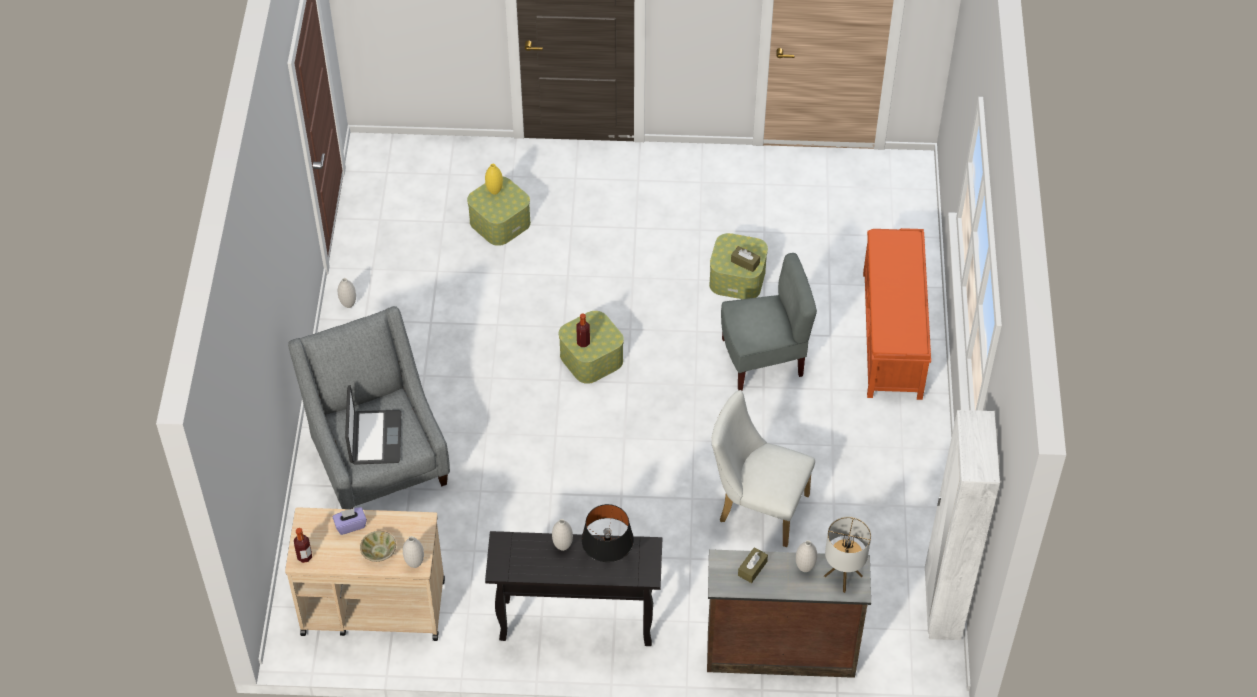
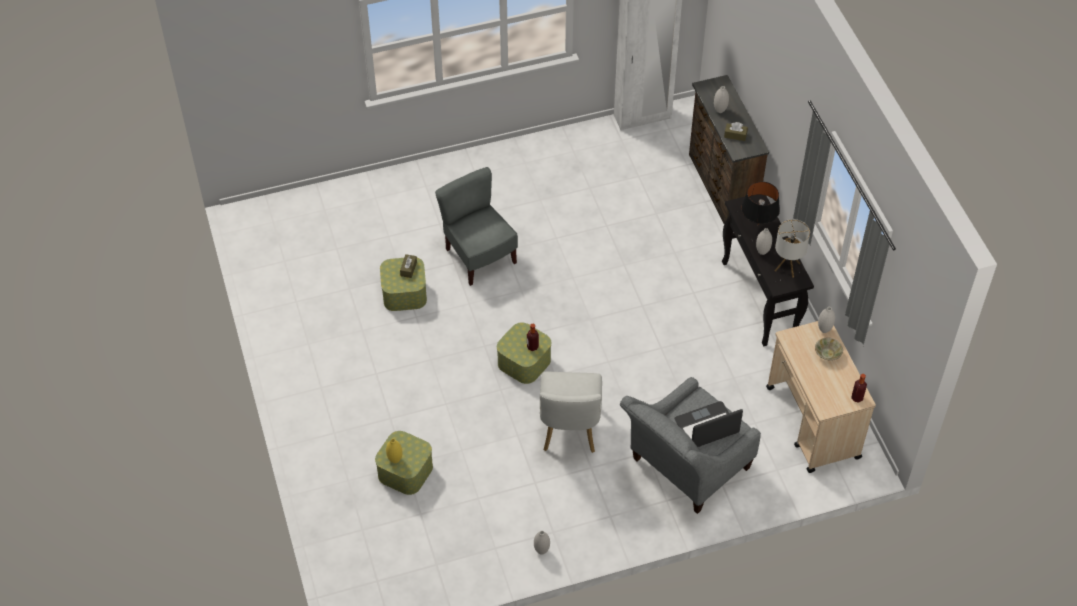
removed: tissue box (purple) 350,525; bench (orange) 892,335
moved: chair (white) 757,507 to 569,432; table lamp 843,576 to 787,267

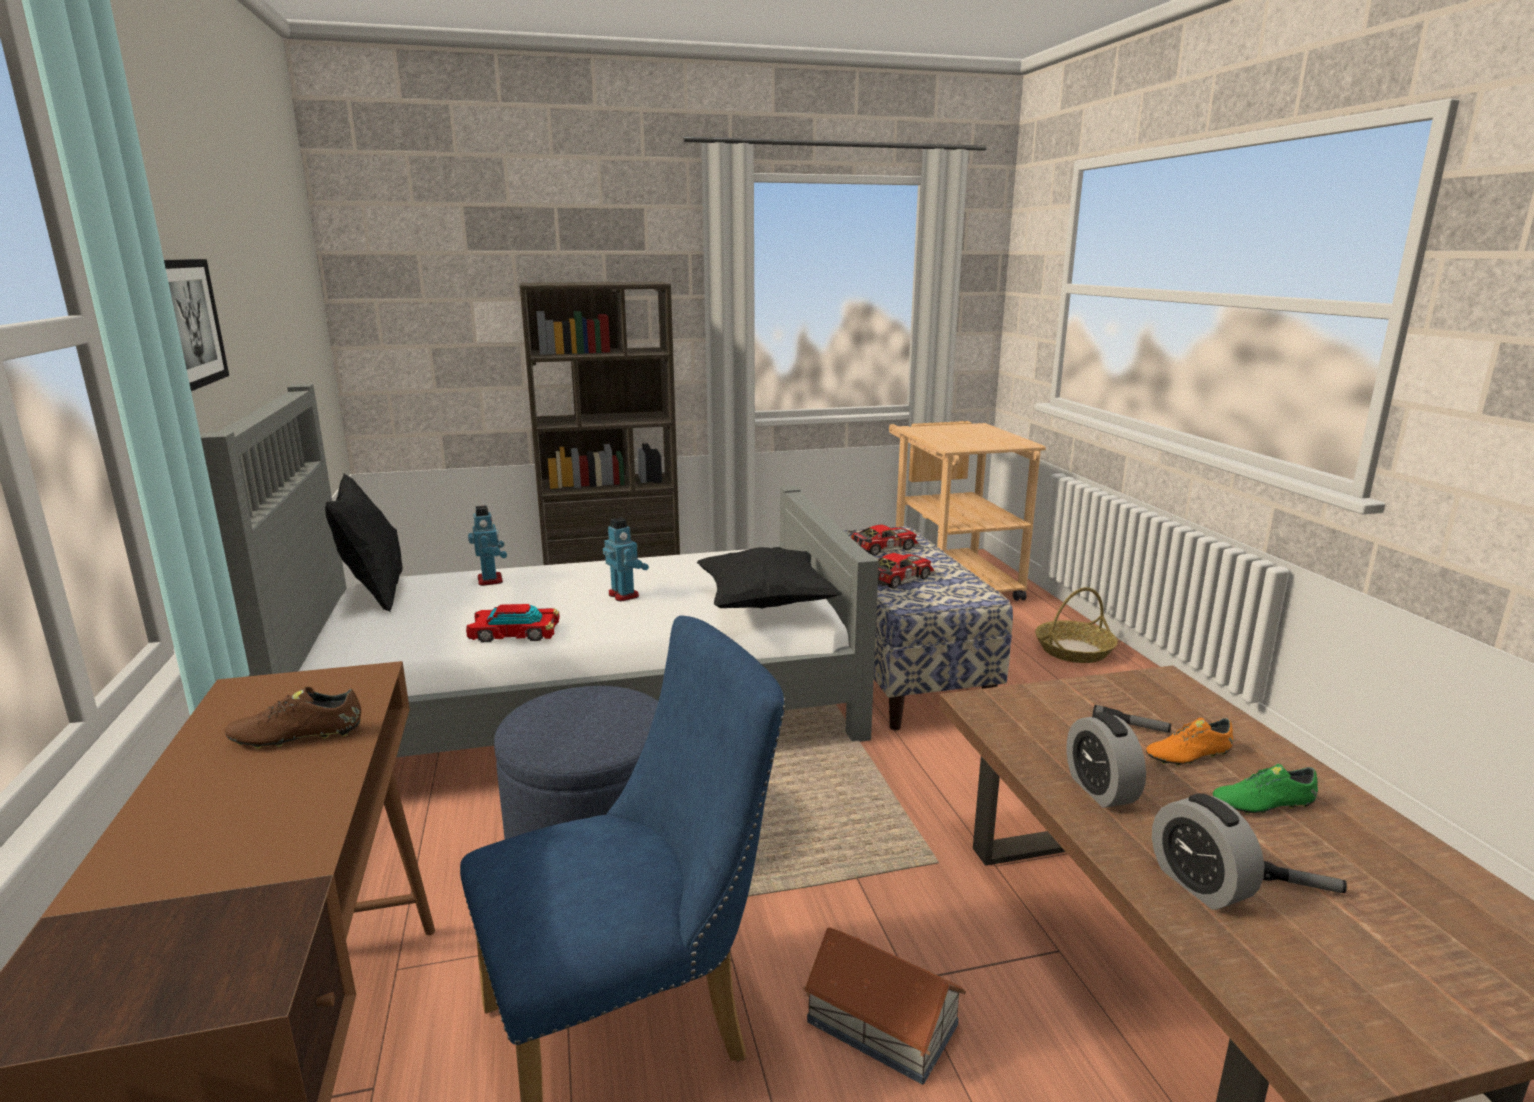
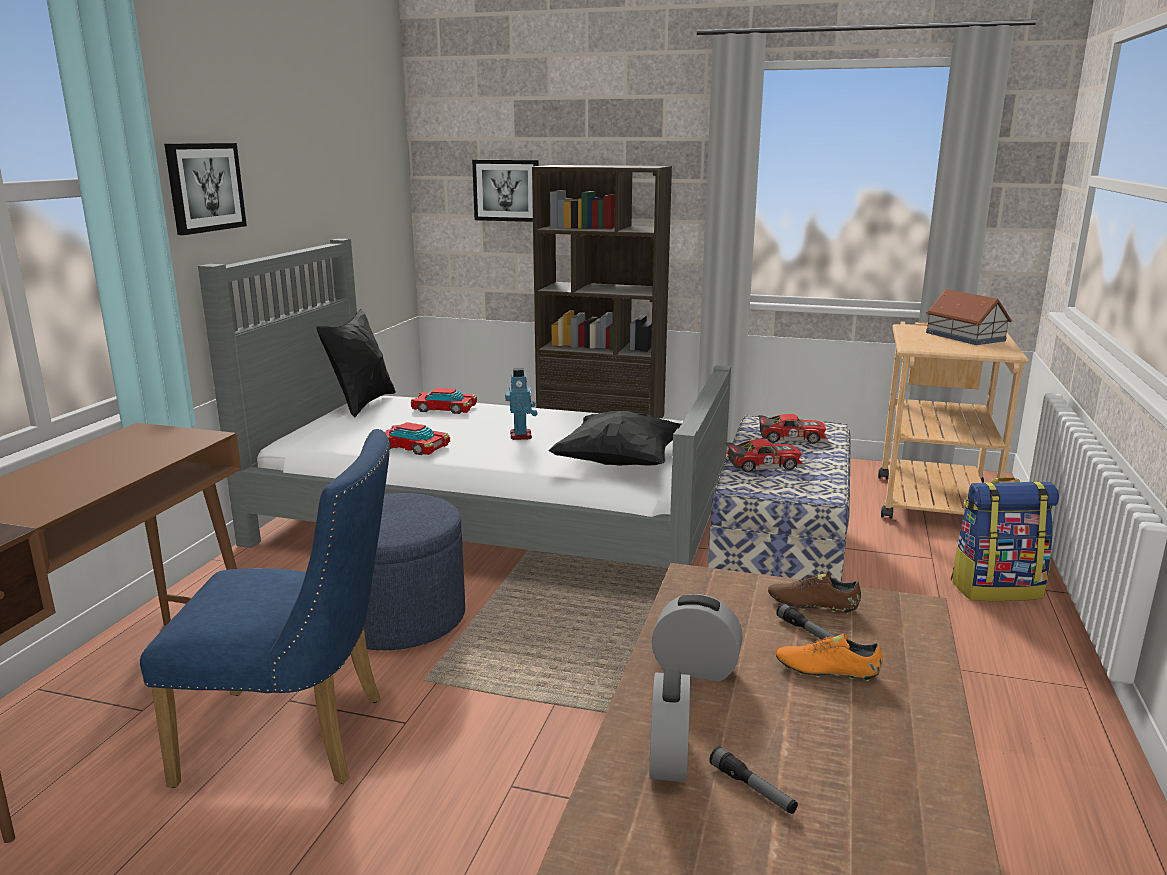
removed: shoe (green) 1262,804
added: picture 506,190
moved: shoe (brown) 297,736 to 812,605; toy house 881,1021 to 964,336
replaced: toy robot 491,580 to toy car 444,408; basket 1074,650 to backpack 996,588
turned: alarm clock 1100,790 = 695,668 90 degrees clockwise

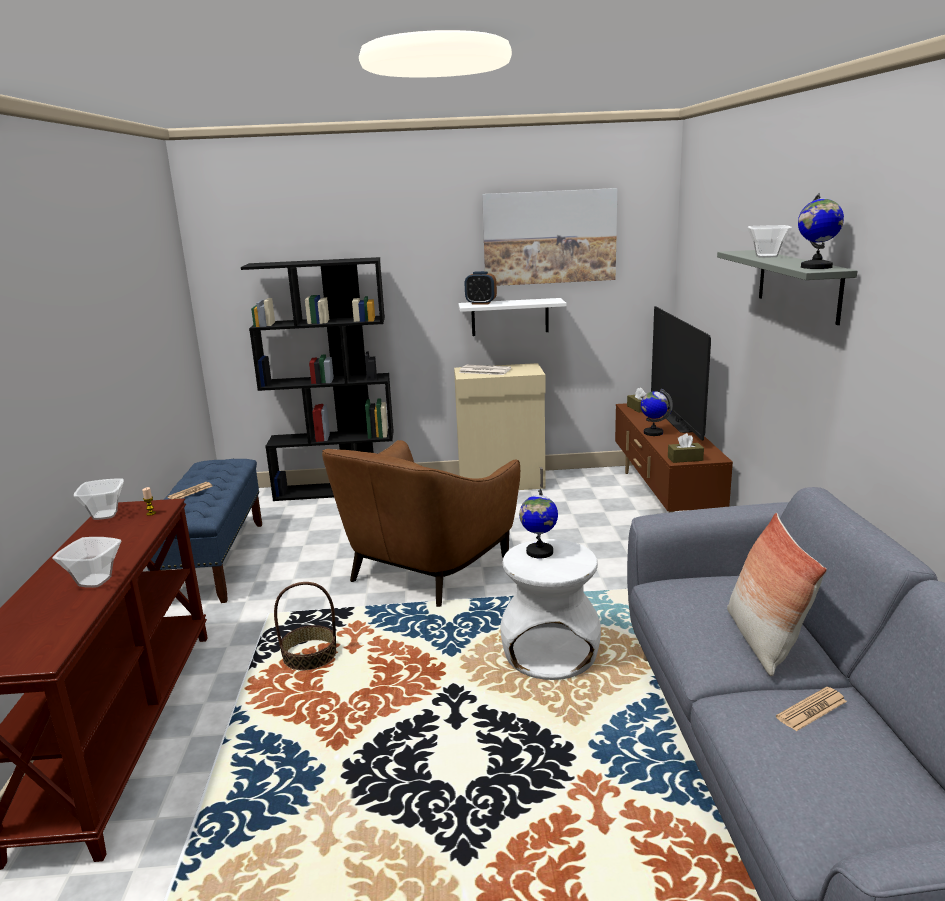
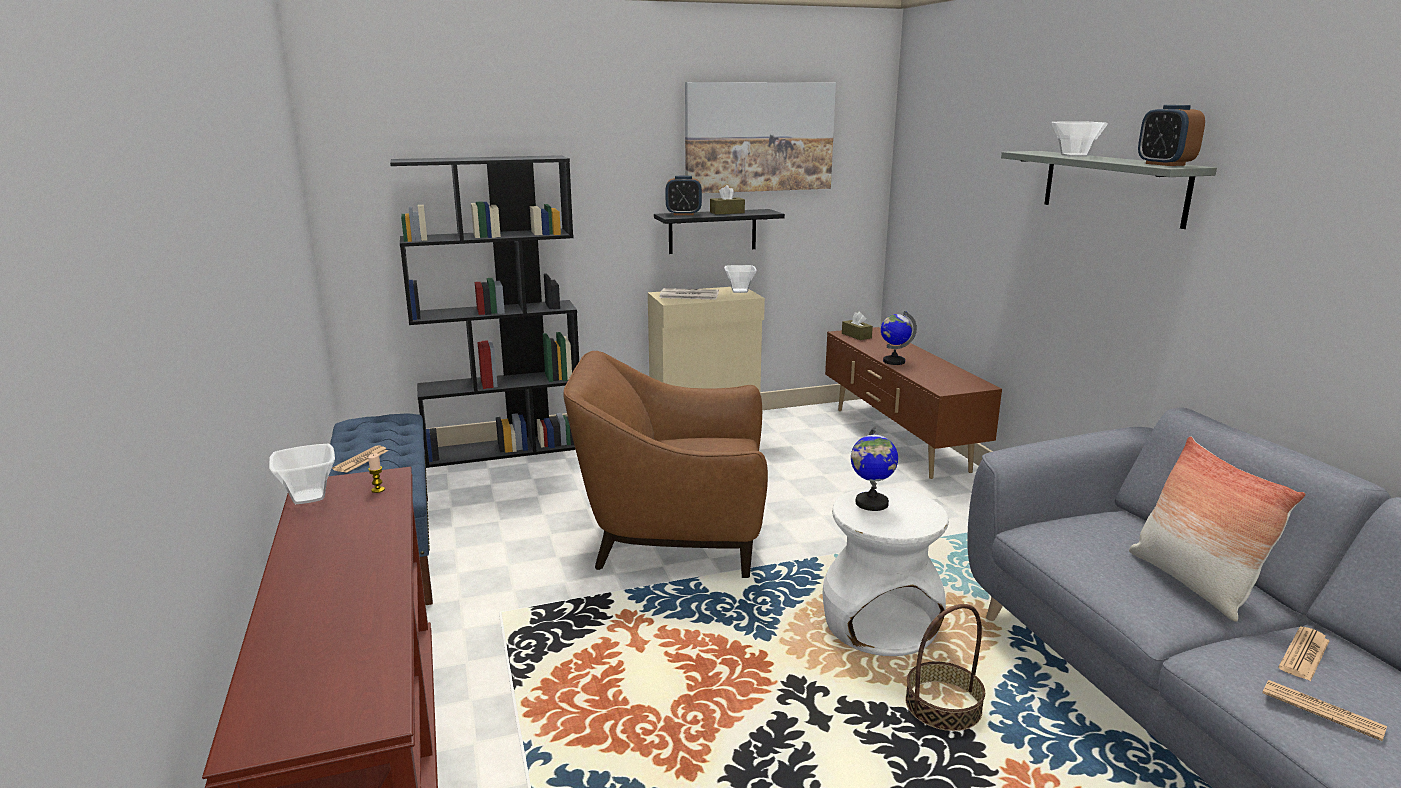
removed: television 676,422
added: newspaper 1322,710
moved: bowl 96,581 to 740,291; basket 310,655 to 943,706; tissue box (brown) 685,459 to 727,212
replaced: globe 816,267 to alarm clock 1165,164
recoloured: shelf (white) 510,317 to shelf (black) 712,231
turned: armchair (brown) 426,569 = 674,537 75 degrees clockwise

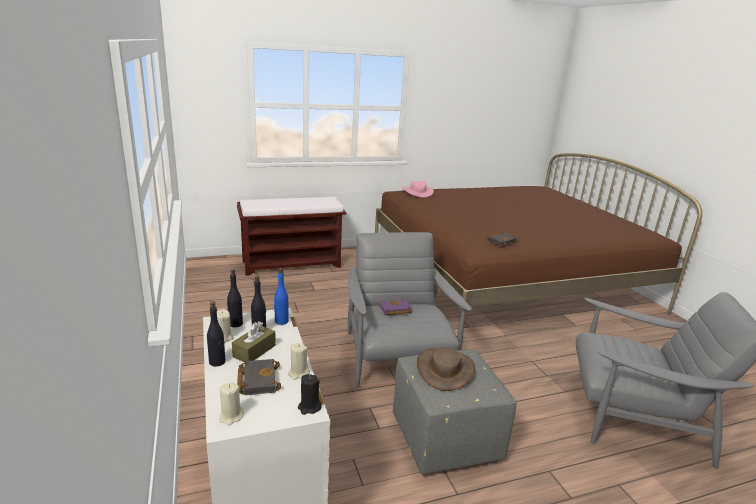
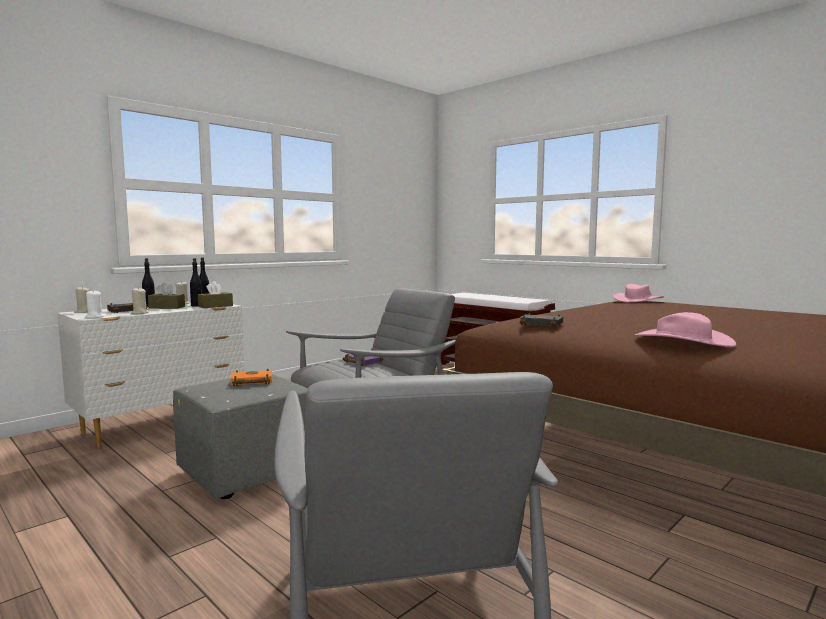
added: hat (pink) 683,340
replaced: bottle (blue) 281,321 to tissue box (brown) 215,306; hat (brown) 445,369 to book (orange) 250,382
recoloured: candle (black) 309,407 to candle (white) 94,317

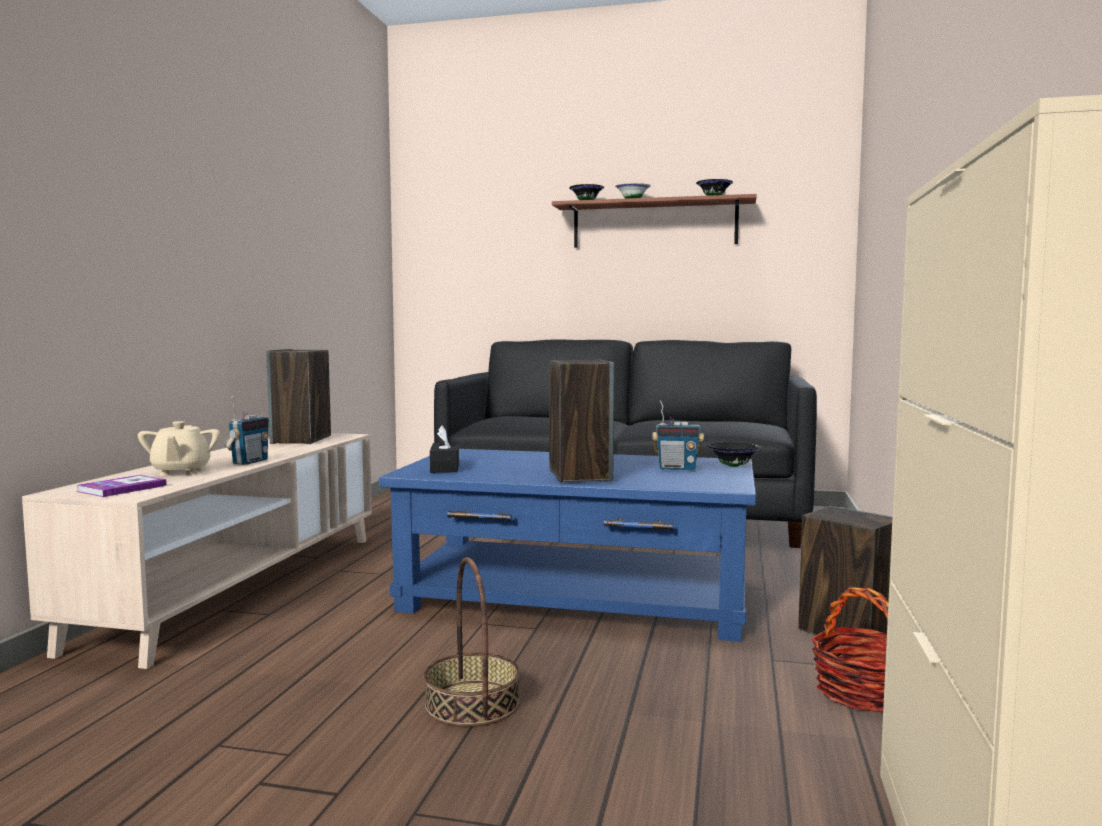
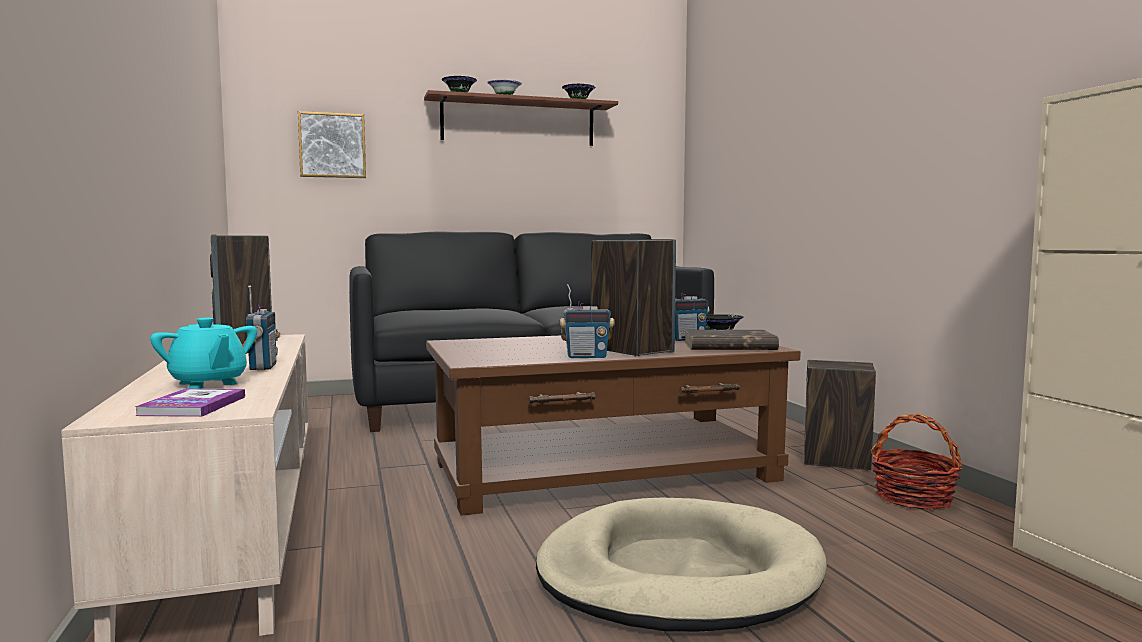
removed: tissue box (black) 445,468
added: picture 332,145; radio 586,357; book (brown) 728,346
replaced: basket 471,703 to dog bed (beige) 678,574
recoloured: teapot (beige) 180,472 to teapot (turquoise) 208,383; coffee table (blue) 577,597 to coffee table (brown) 605,471

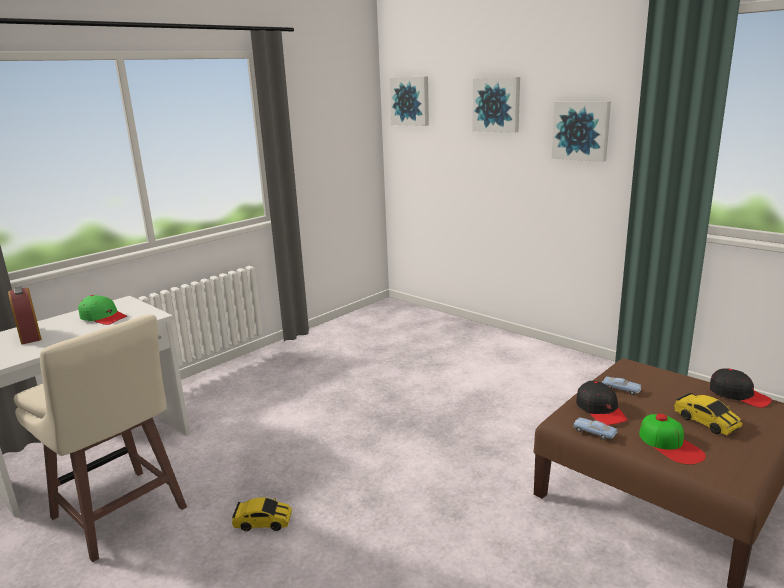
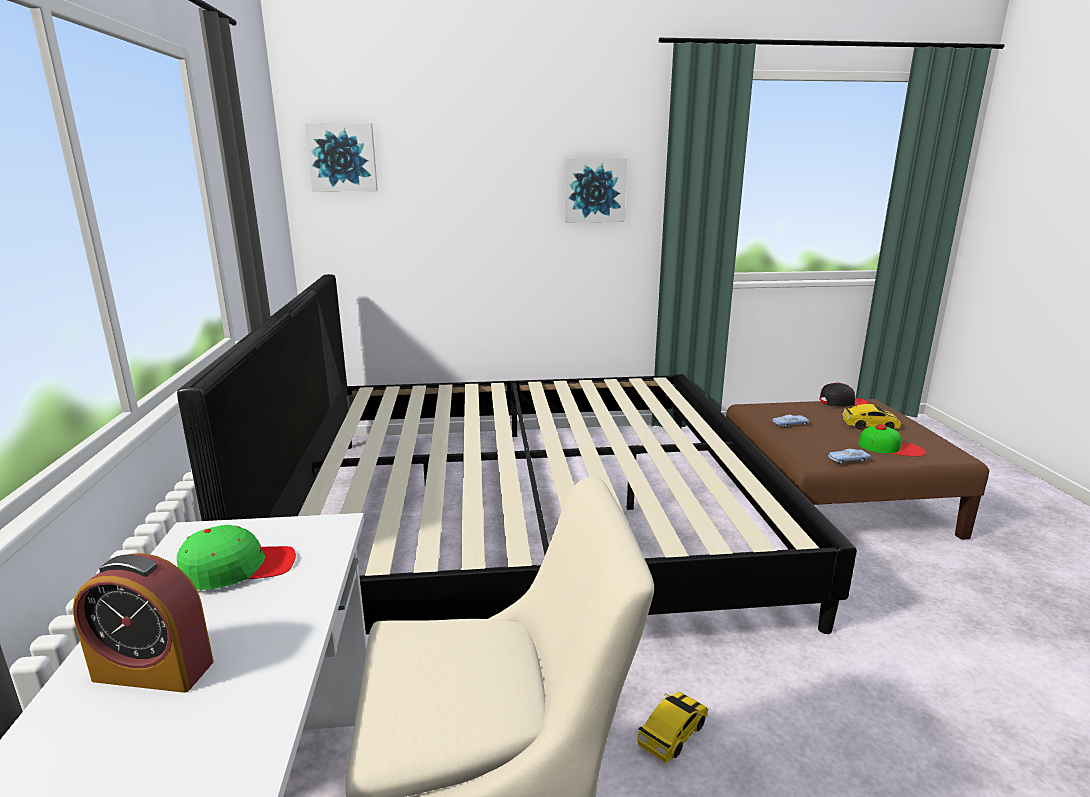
removed: picture 497,104; cap (black) 600,410
added: bed 527,516

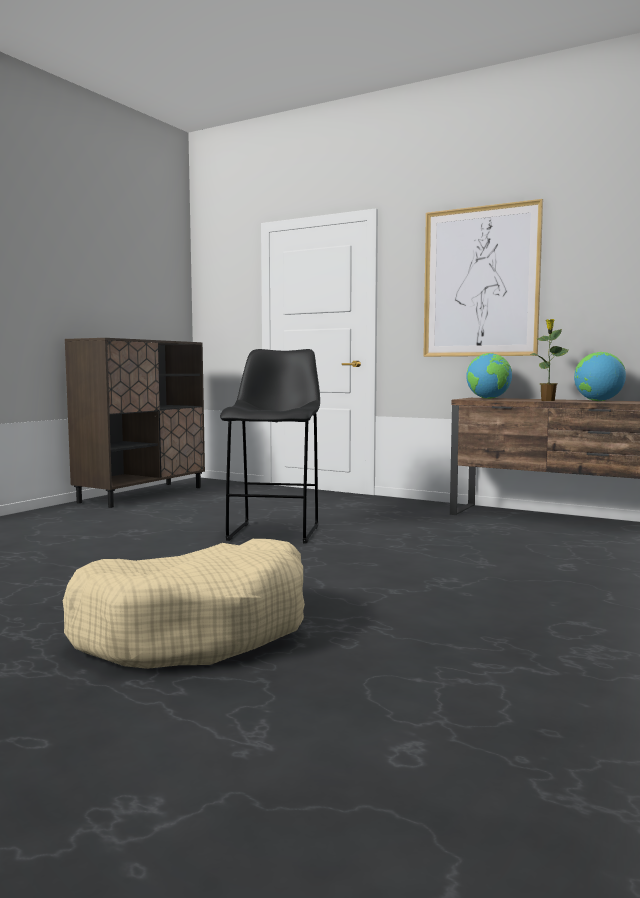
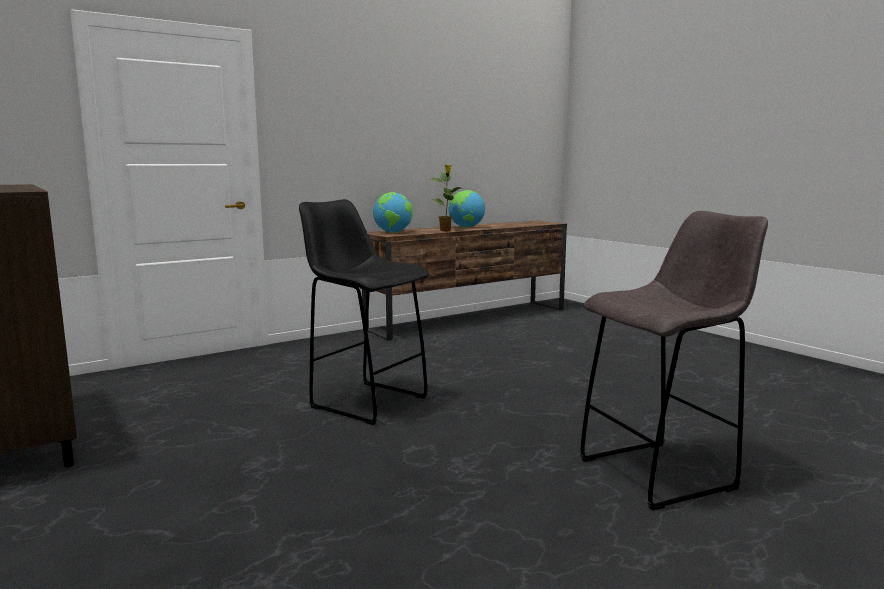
removed: picture 480,282
replaced: dog bed (beige) 196,630 to stool (grey) 660,473

